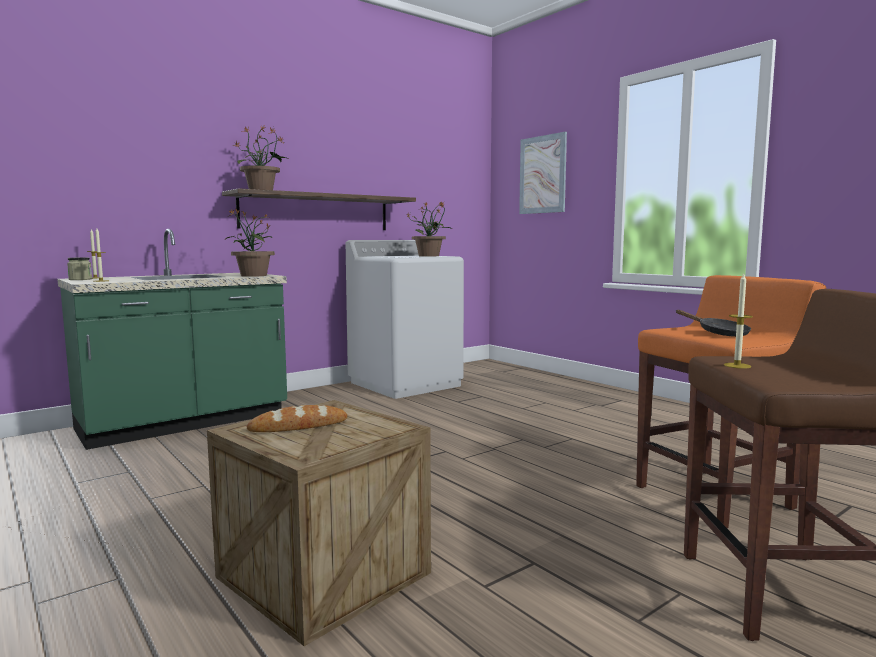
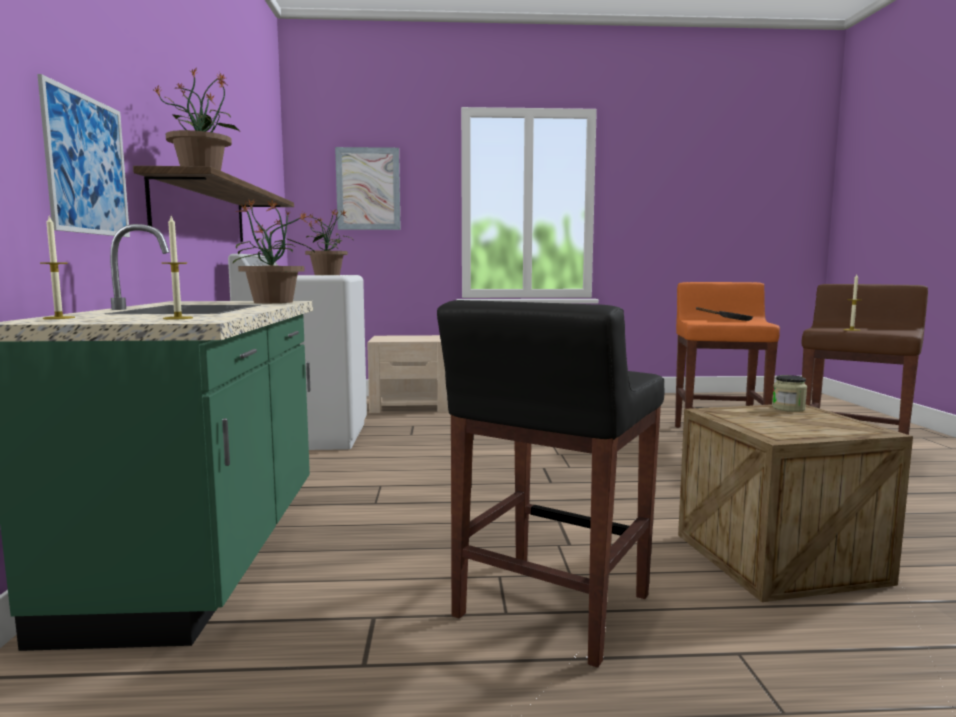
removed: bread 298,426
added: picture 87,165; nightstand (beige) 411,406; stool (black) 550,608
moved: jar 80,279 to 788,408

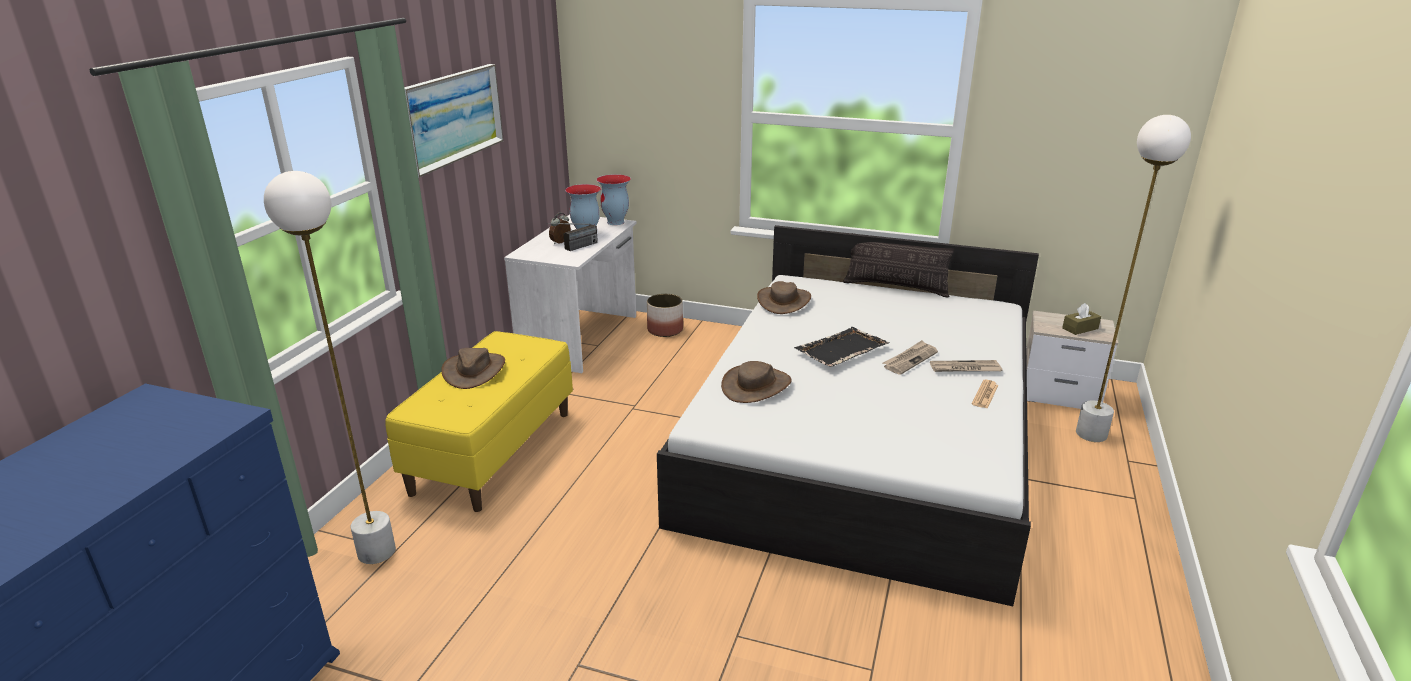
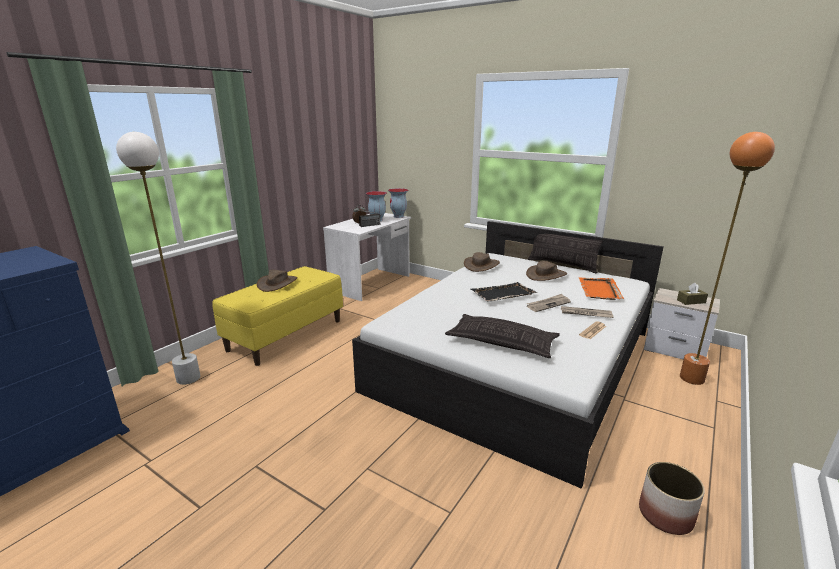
removed: picture 453,117
added: pillow 502,342; tray (orange) 599,290
moved: planter 664,330 to 664,514; hat (brown) 756,386 to 546,275
recoloured: floor lamp (white) 1091,434 to floor lamp (orange) 692,378

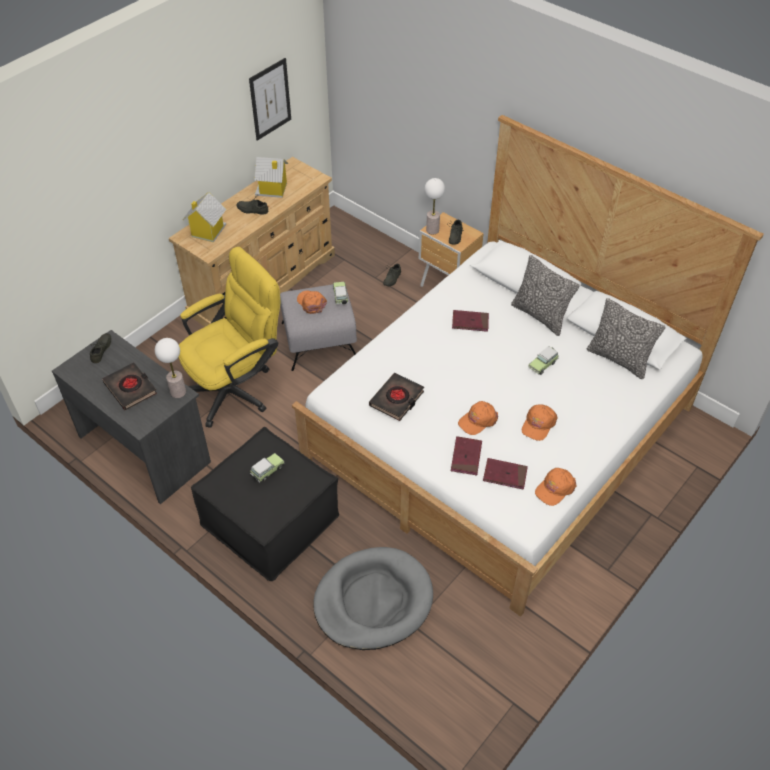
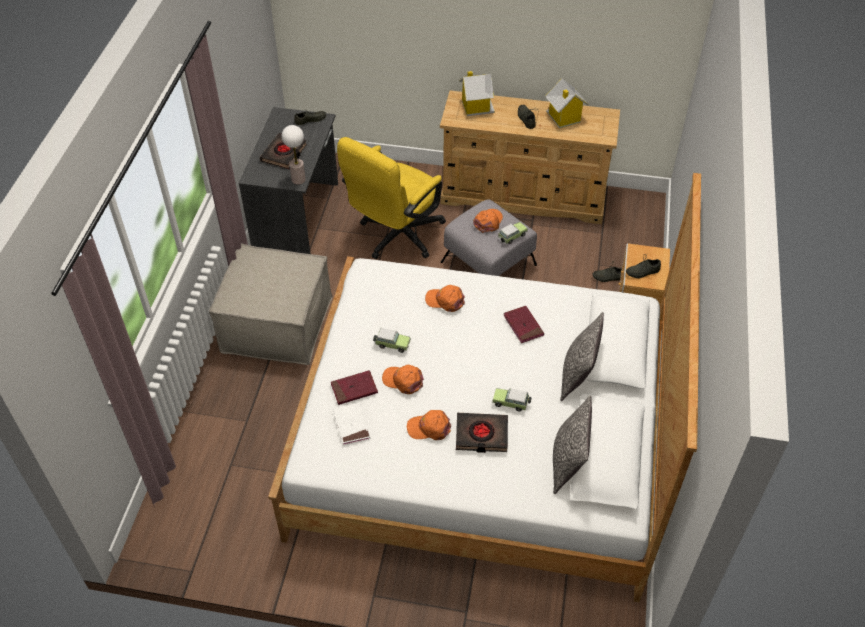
removed: picture 270,99; dog bed (grey) 373,601; table lamp 432,230
moved: toy car 267,472 to 391,344; book (black) 397,399 to 481,435; cap (orange) 555,489 to 445,300
recoloured: ottoman (black) 270,521 to ottoman (beige) 277,324; book (red) 505,475 to book (white) 351,425
turned: office chair (yellow) 237,387 = 396,238 105 degrees clockwise

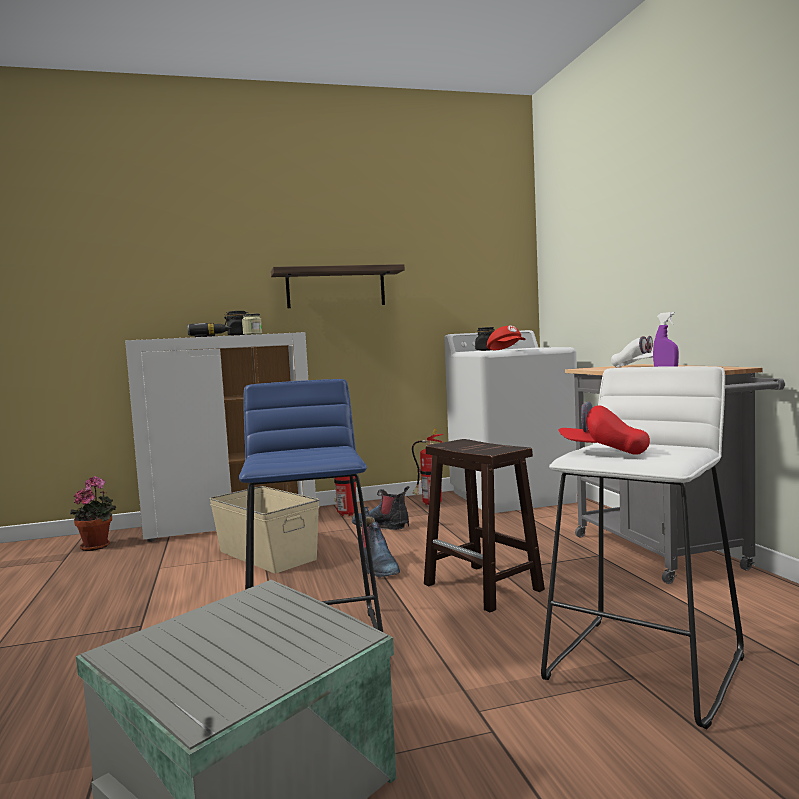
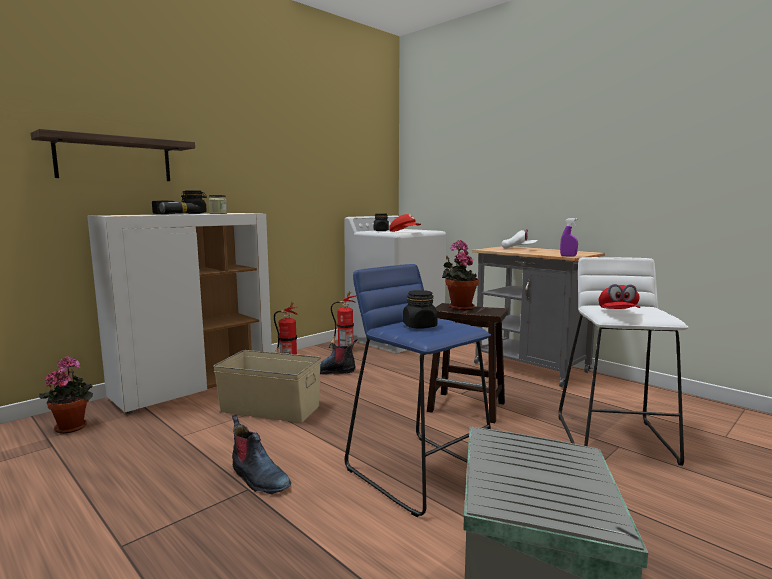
added: jar (black) 420,326; potted plant 459,307
moved: shelf 335,288 to 114,159; boot 378,567 to 258,478
turned: cap (red) 603,452 = 618,313 75 degrees counterclockwise

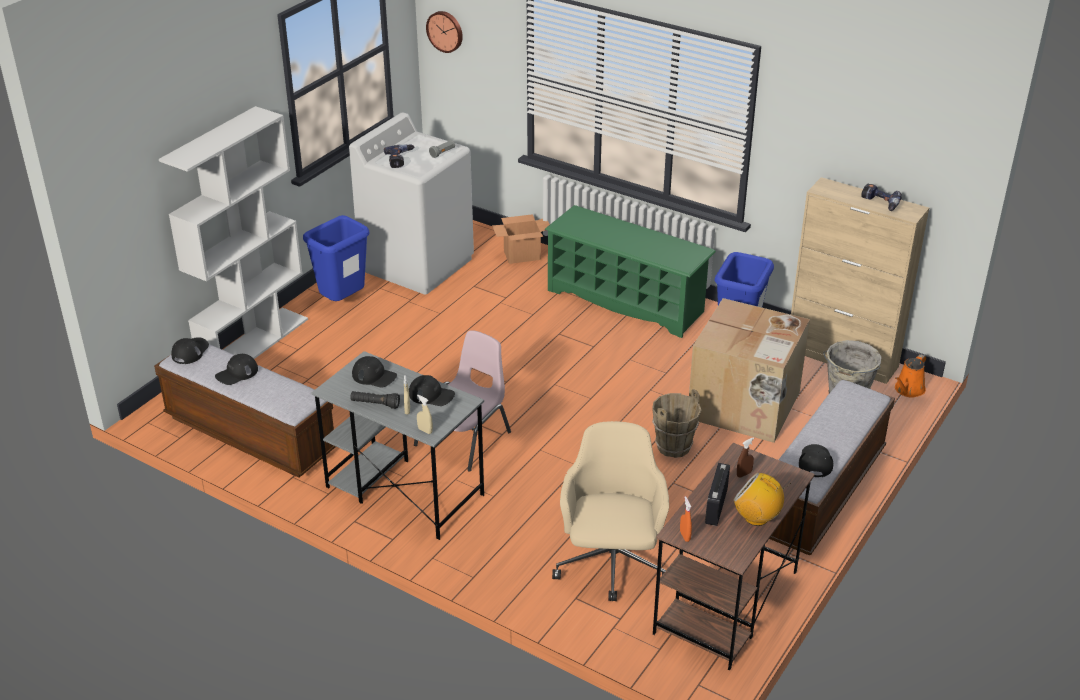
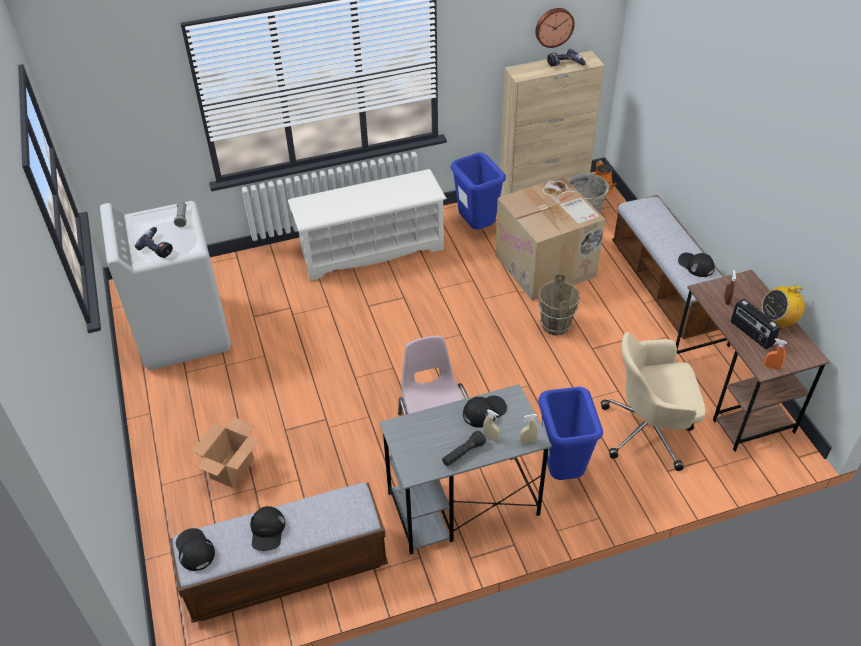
removed: bookcase (white) 254,343; cap (black) 374,376
moved: trash can (blue) 343,302 to 561,470; wall clock 445,31 to 553,27; cardboard box 521,256 to 232,469
recoloured: shoe rack (green) 626,301 to shoe rack (white) 371,250
turned: office chair (beige) 611,565 = 649,431 45 degrees counterclockwise

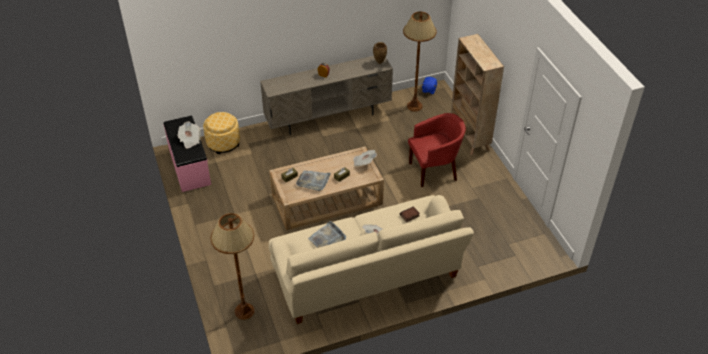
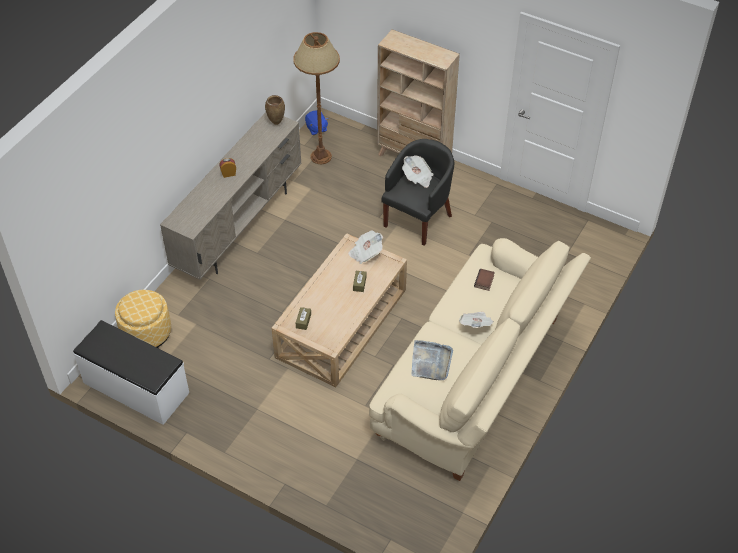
removed: floor lamp (brown) 244,311; tray (grey) 313,181
moved: newspaper 190,140 to 417,177
recoloured: bench (pink) 189,166 to bench (white) 135,388; armchair (red) 434,170 to armchair (black) 418,218

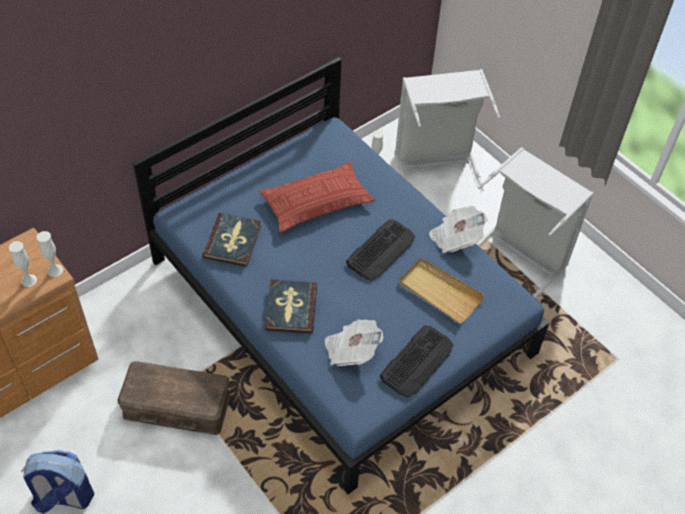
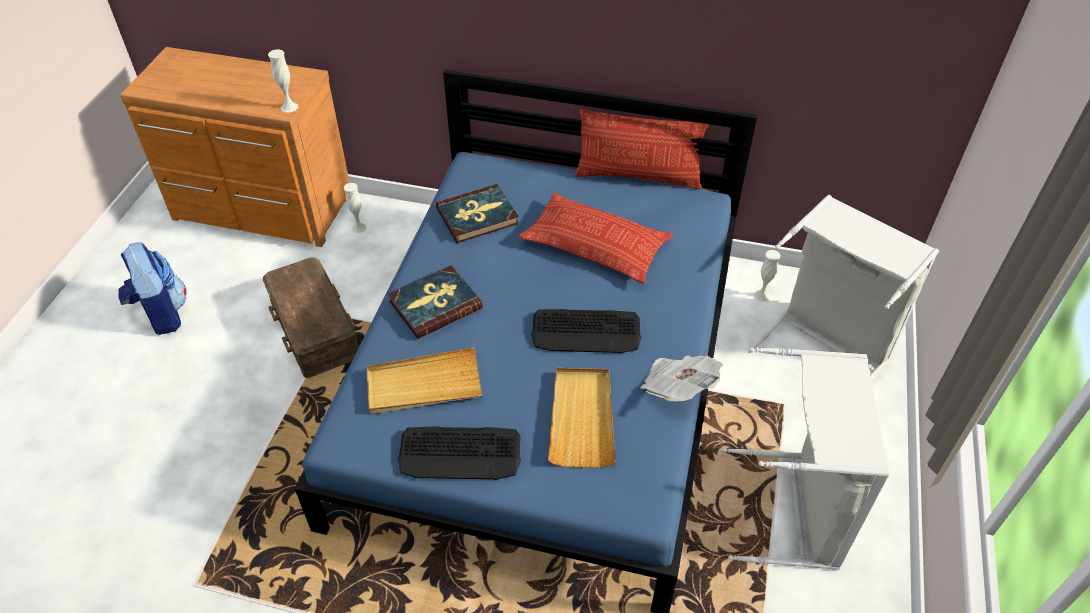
added: pillow 638,176
moved: vase (white) 29,280 to 358,228
replaced: newspaper 351,350 to tray (beige) 424,385

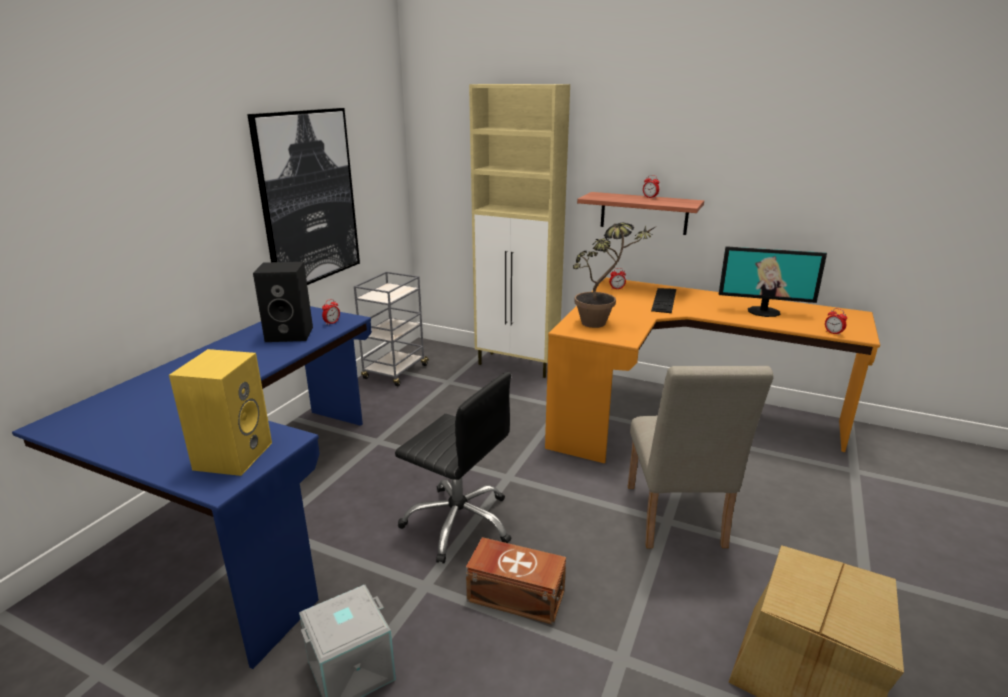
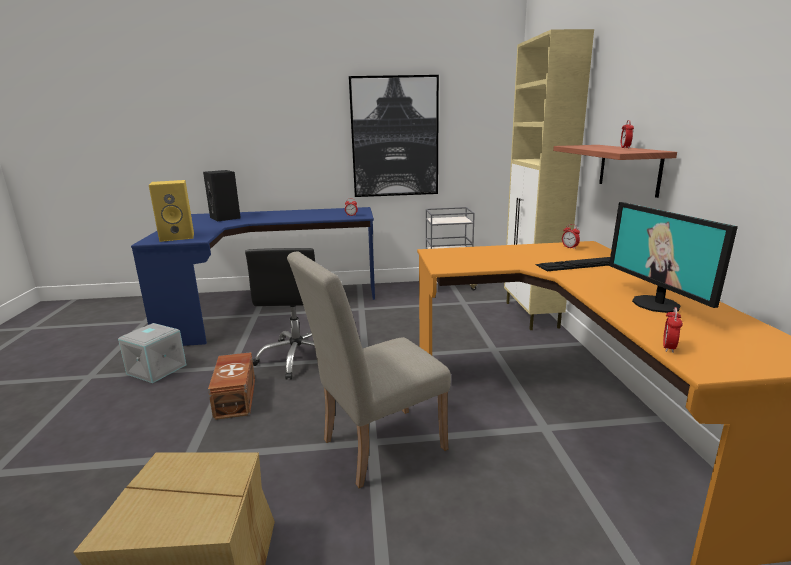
removed: potted plant 602,323
moved: speaker (black) 291,334 to 226,218

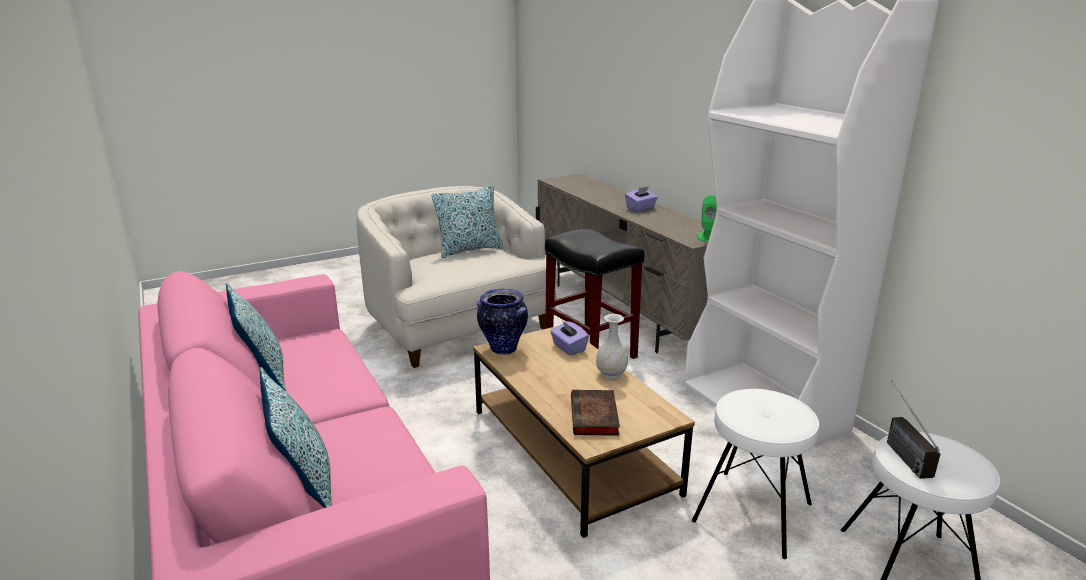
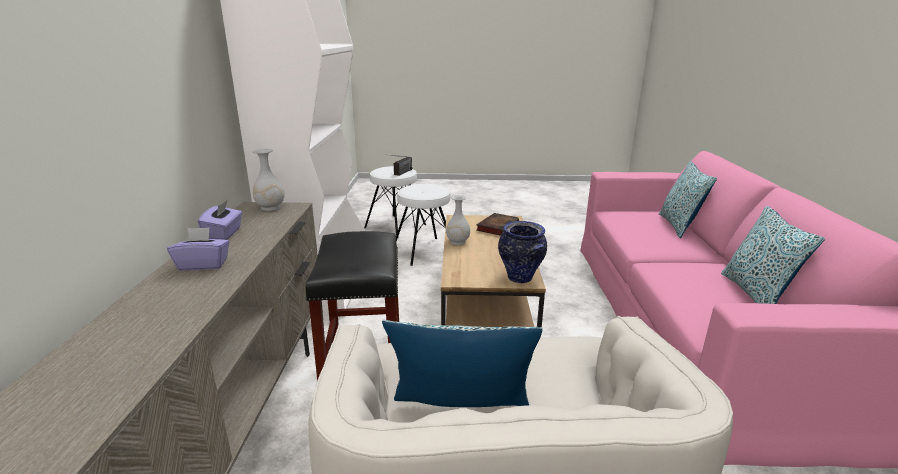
moved: tissue box (purple) 568,348 to 224,234
replaced: speaker (green) 707,237 to vase (white) 270,207

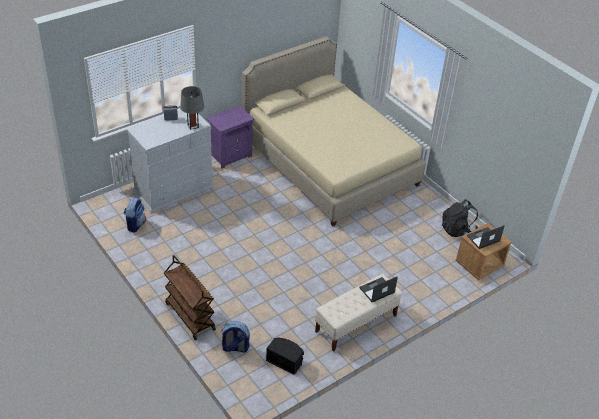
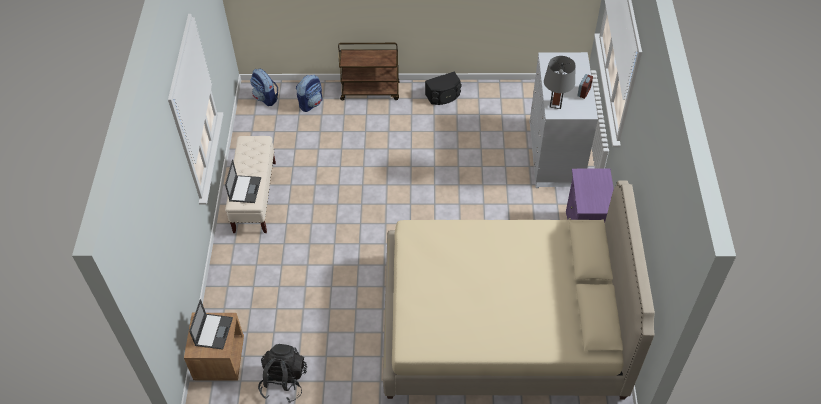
moved: backpack 135,224 to 266,98; speaker (black) 285,360 to 443,96

